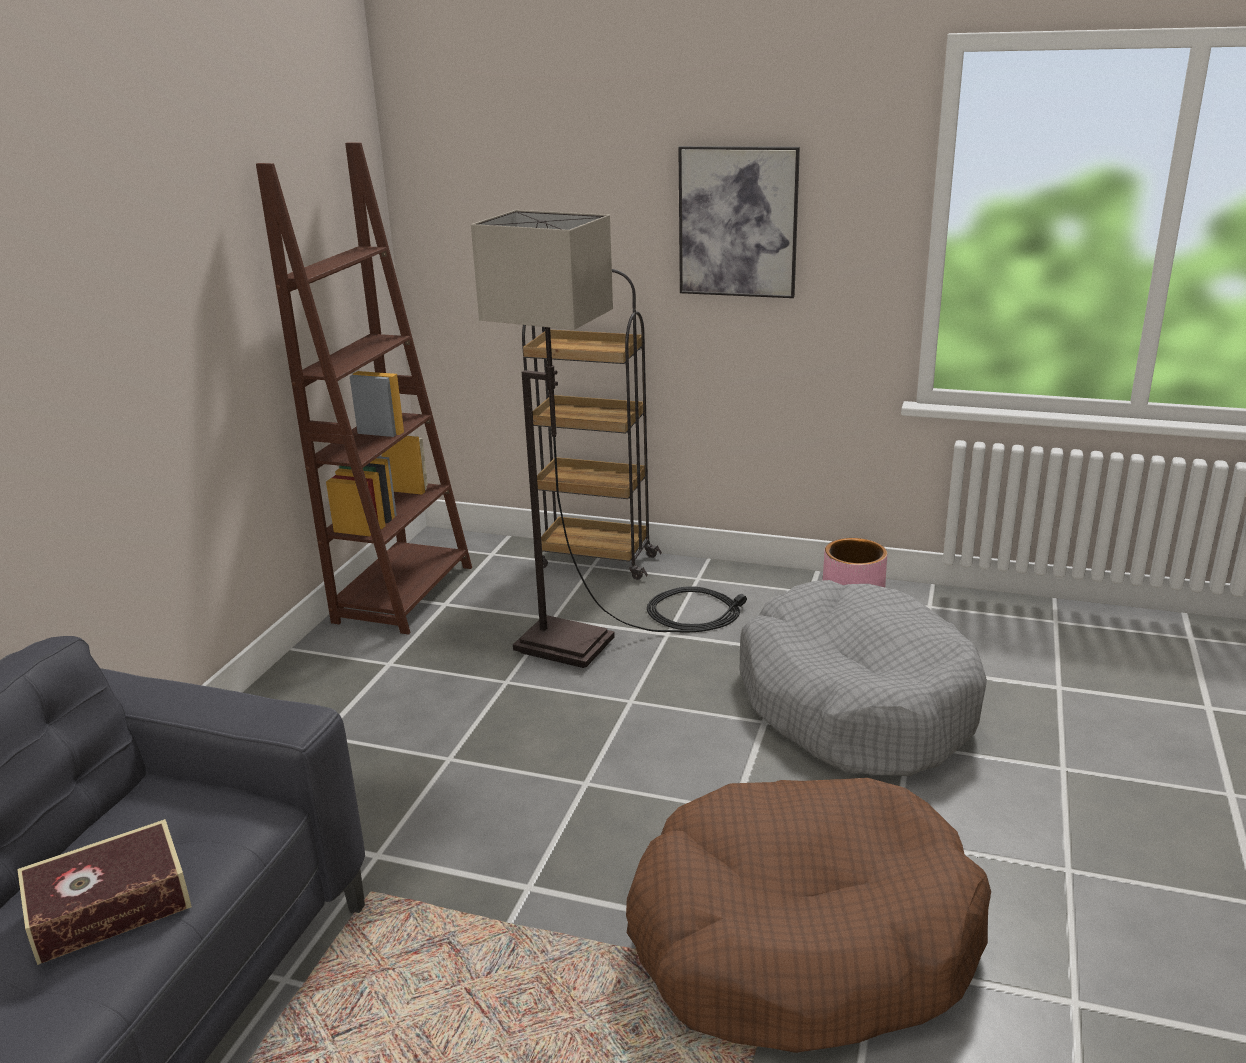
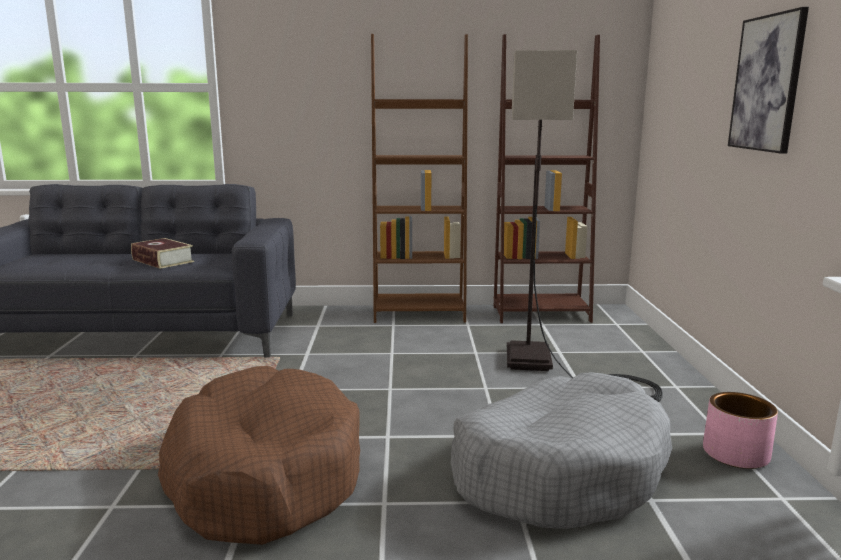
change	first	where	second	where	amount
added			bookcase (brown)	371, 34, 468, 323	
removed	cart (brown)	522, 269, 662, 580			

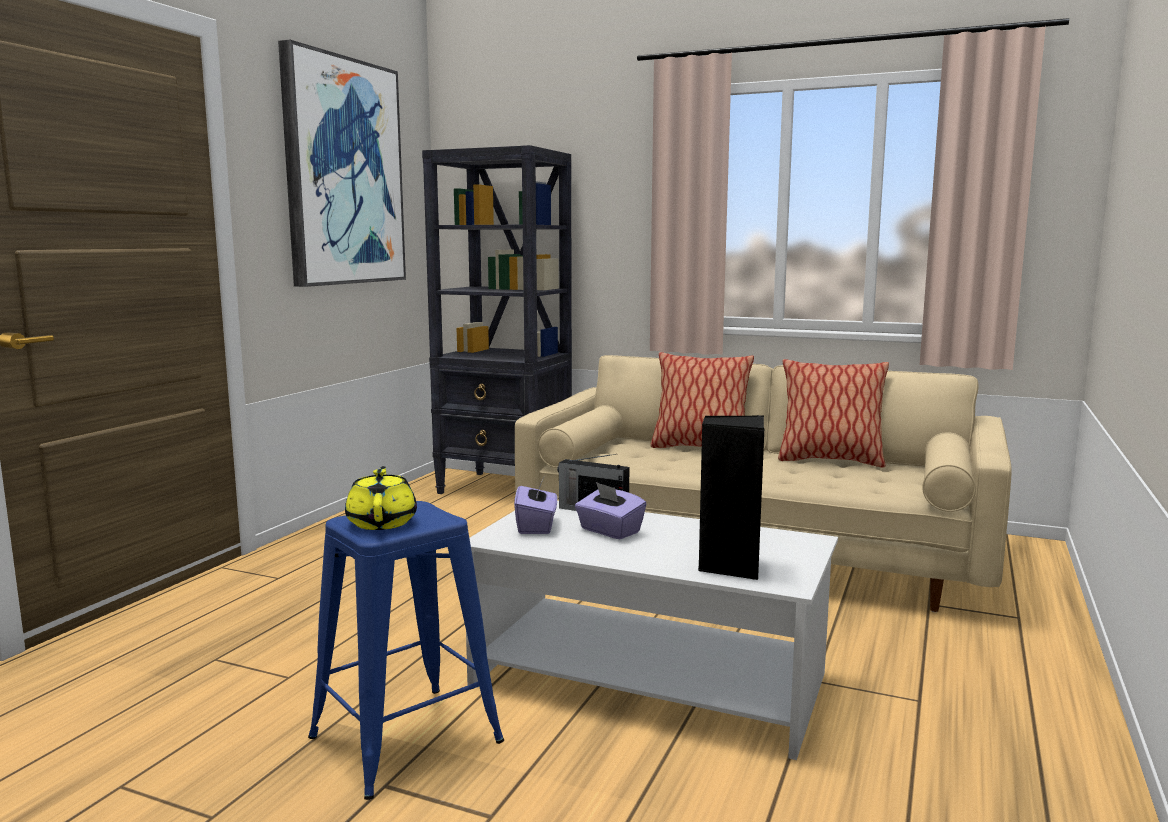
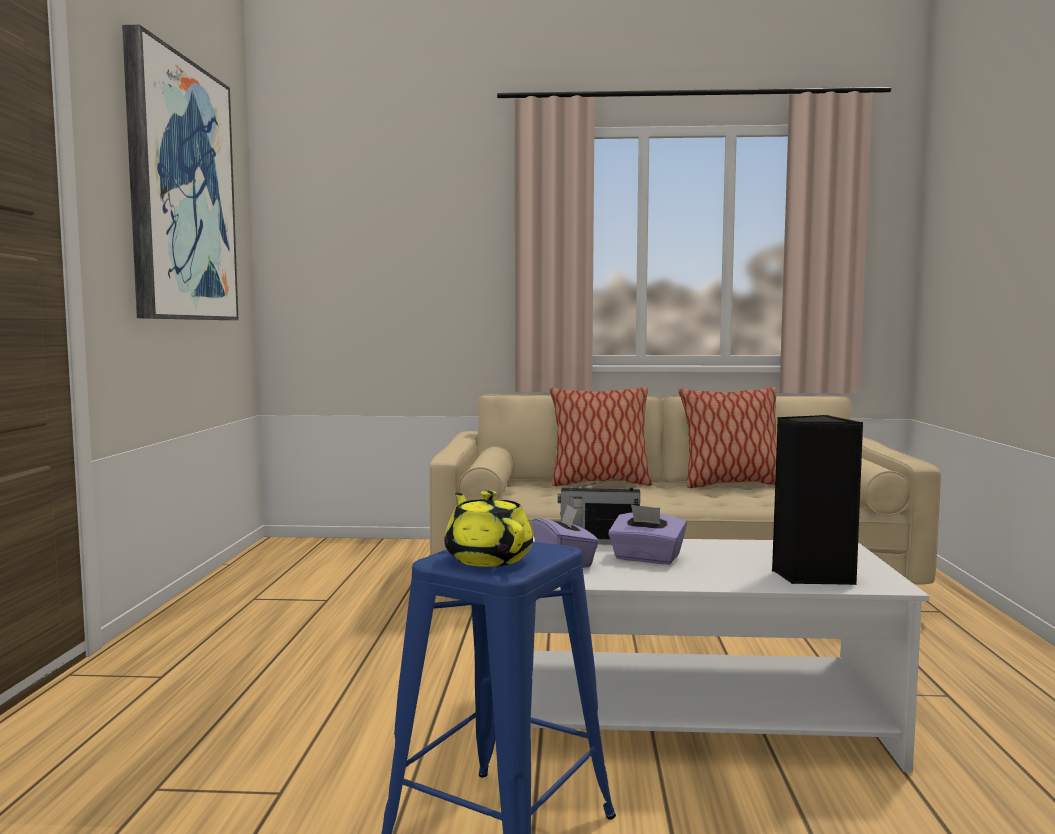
change	first	where	second	where	amount
removed	bookcase (black)	422, 145, 572, 494			

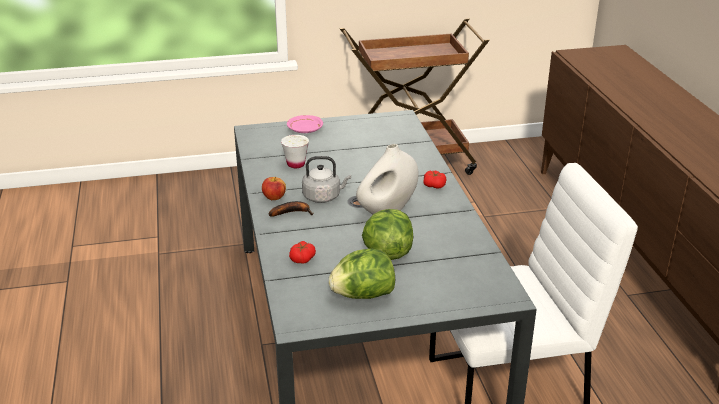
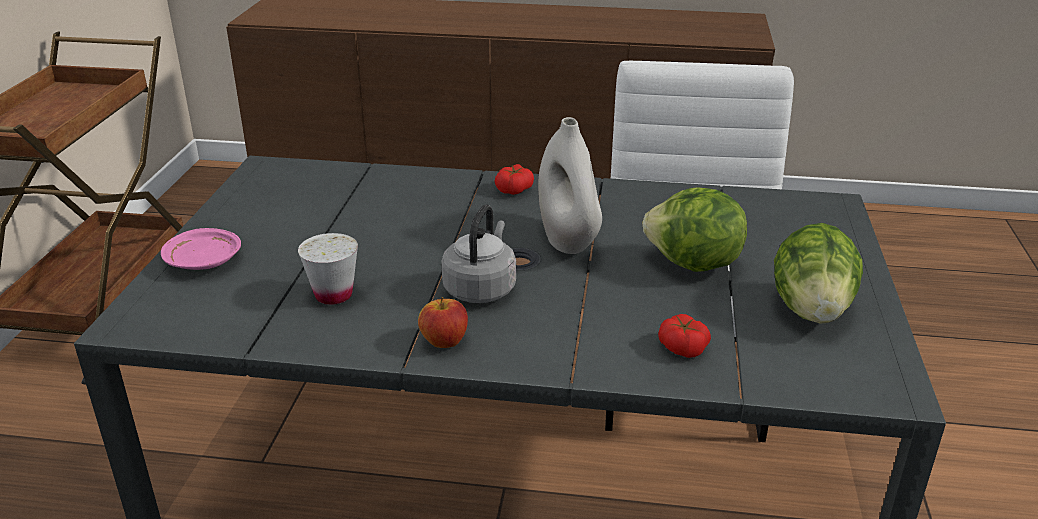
change	first	where	second	where	amount
removed	banana	268, 201, 313, 217			

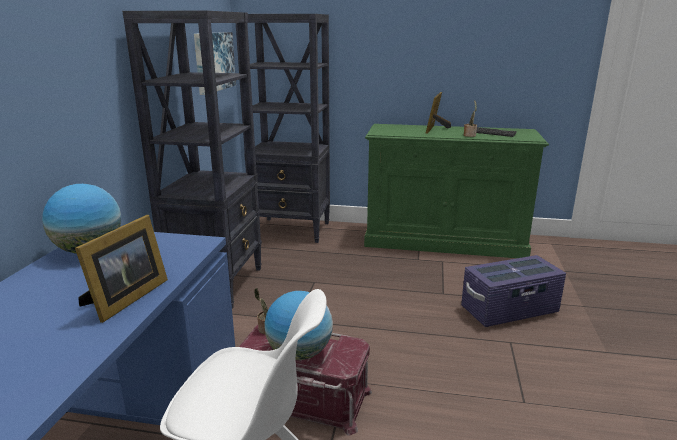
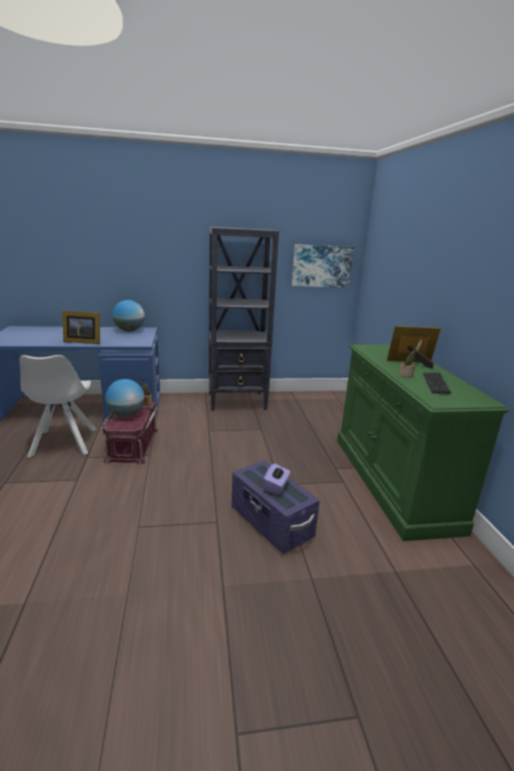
change	first	where	second	where	amount
added			tissue box (purple)	263, 463, 291, 495	
removed	bookcase (black)	236, 14, 330, 243			

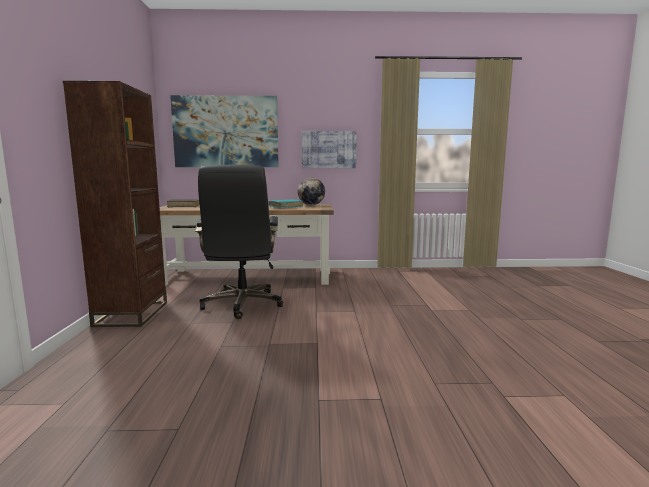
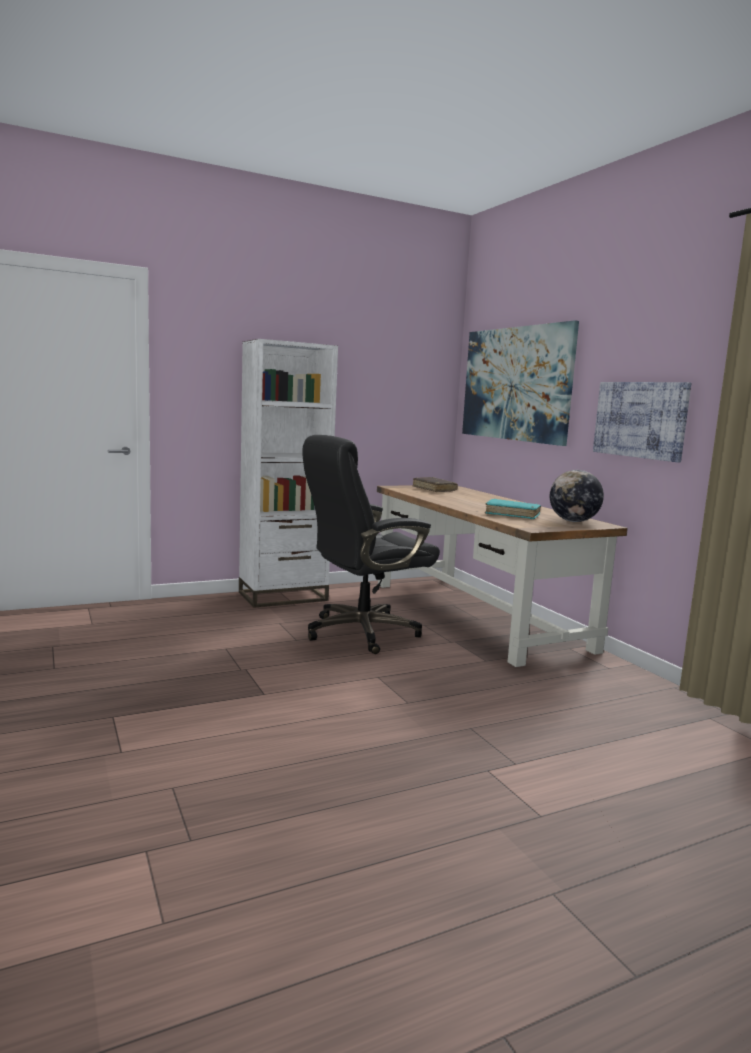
change	first	where	second	where	amount
recoloured	bookcase (brown)	63, 81, 167, 327	bookcase (white)	239, 339, 338, 608	

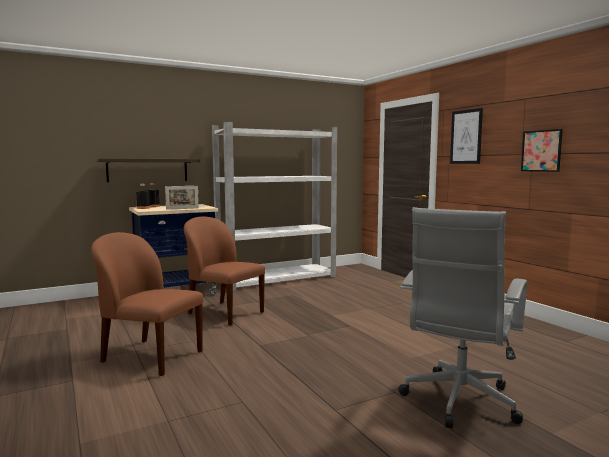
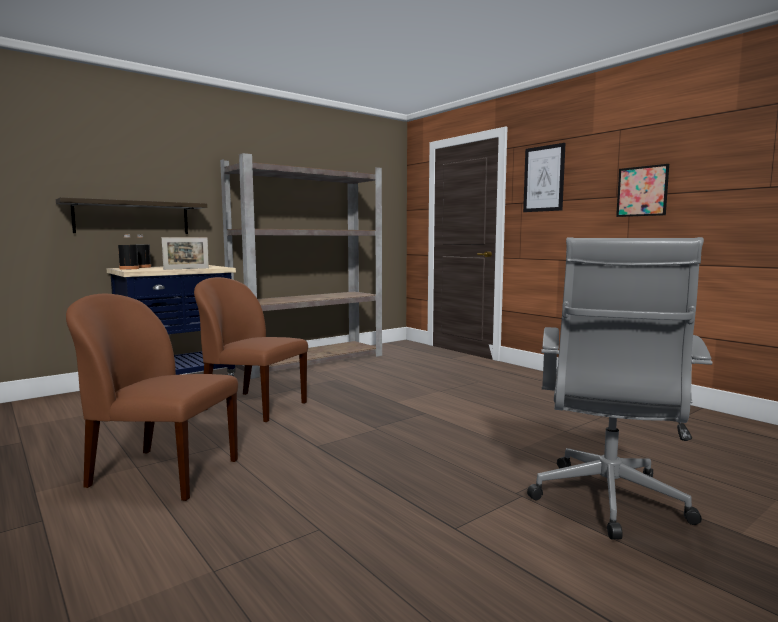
change	first	where	second	where	amount
recoloured	bookcase (white)	212, 122, 337, 291	bookcase (brown)	220, 153, 382, 379	

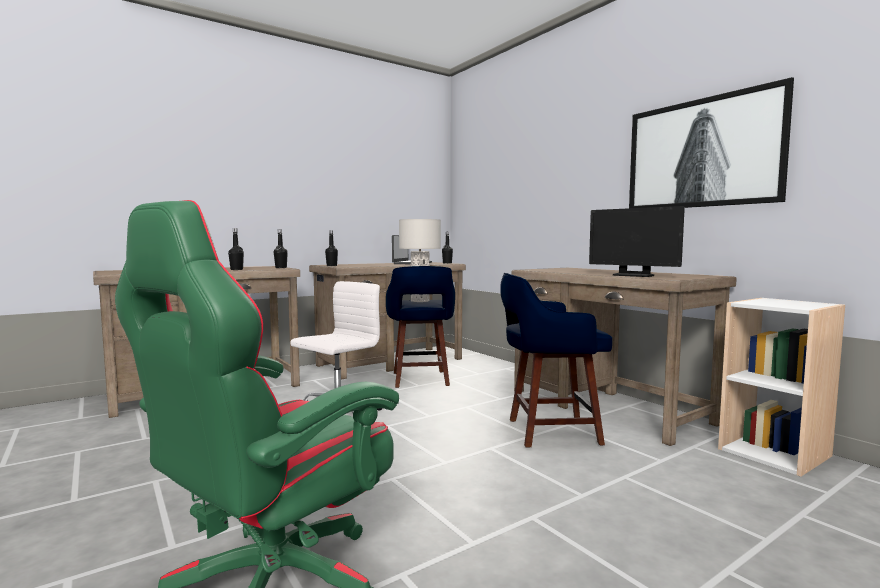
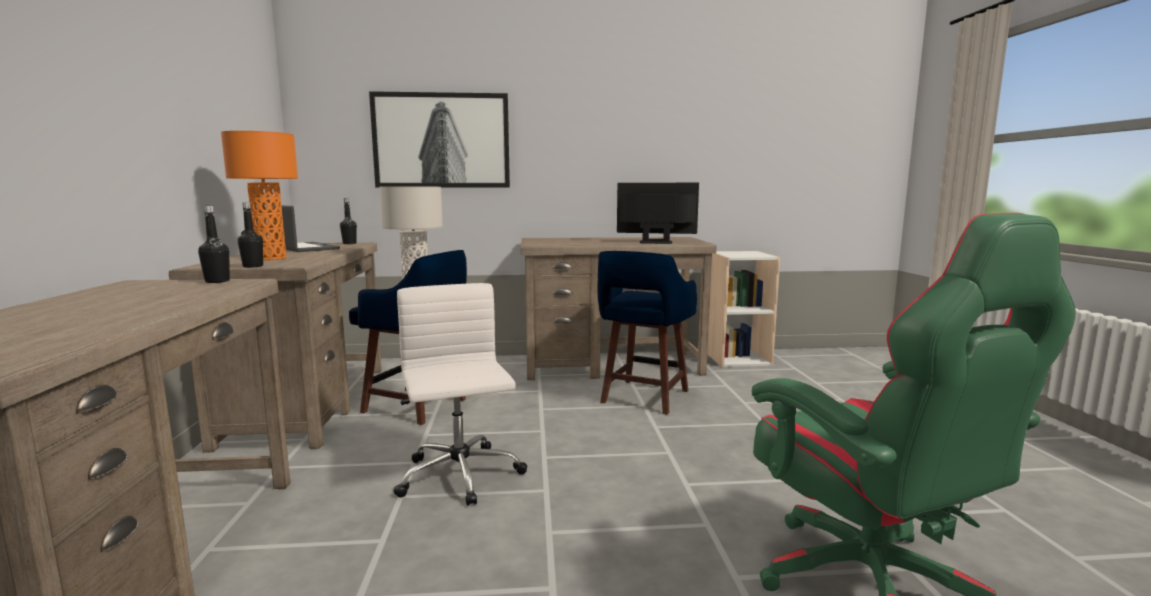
change	first	where	second	where	amount
added			table lamp (orange)	221, 131, 298, 260	
moved	picture	629, 77, 794, 208		369, 91, 510, 187	
turned	monitor	589, 206, 685, 277		617, 183, 699, 244	150 degrees counterclockwise
removed	bottle (black)	228, 228, 244, 270			

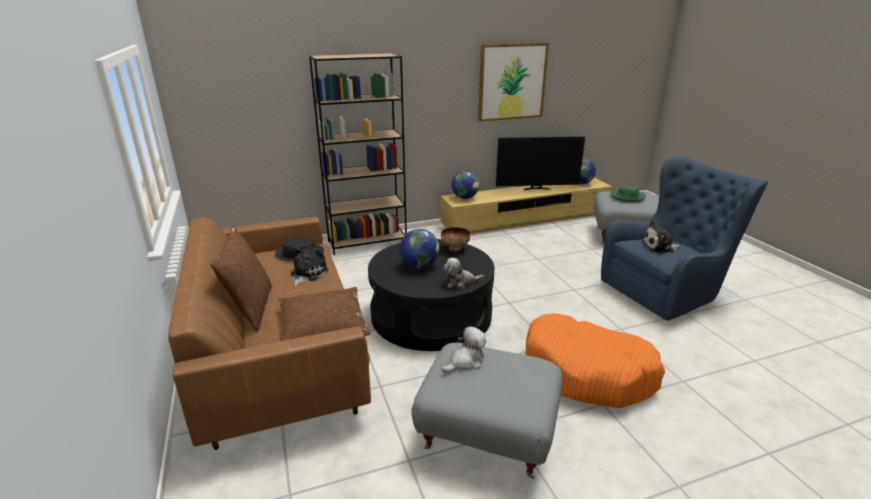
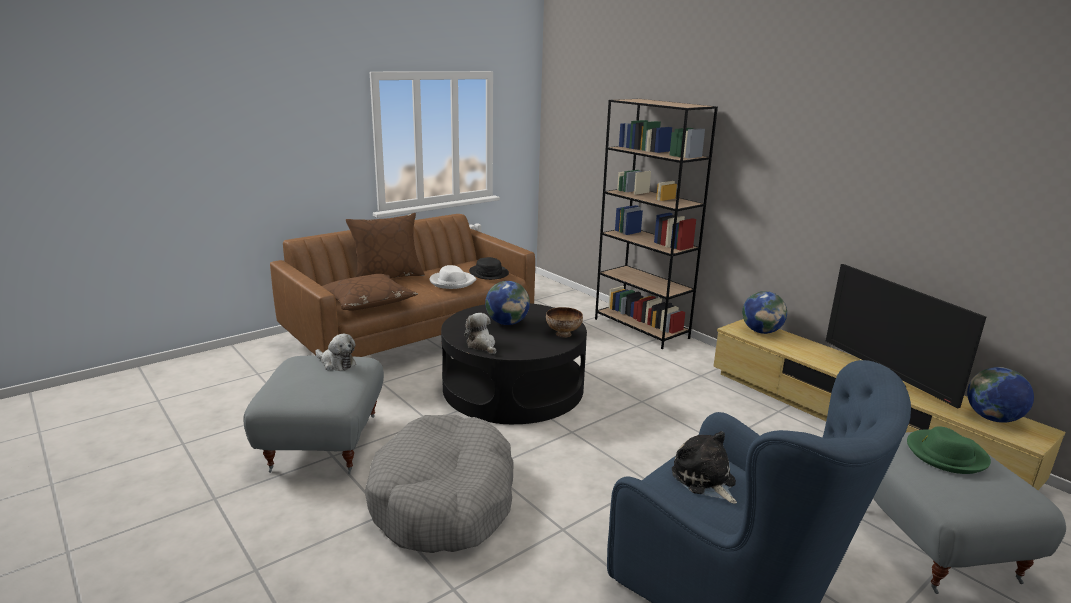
change	first	where	second	where	amount
recoloured	dog bed (orange)	525, 313, 665, 408	dog bed (grey)	365, 415, 514, 553	
replaced	plush toy	290, 247, 329, 286	hat (white)	429, 265, 476, 289	
removed	picture	478, 43, 549, 122			

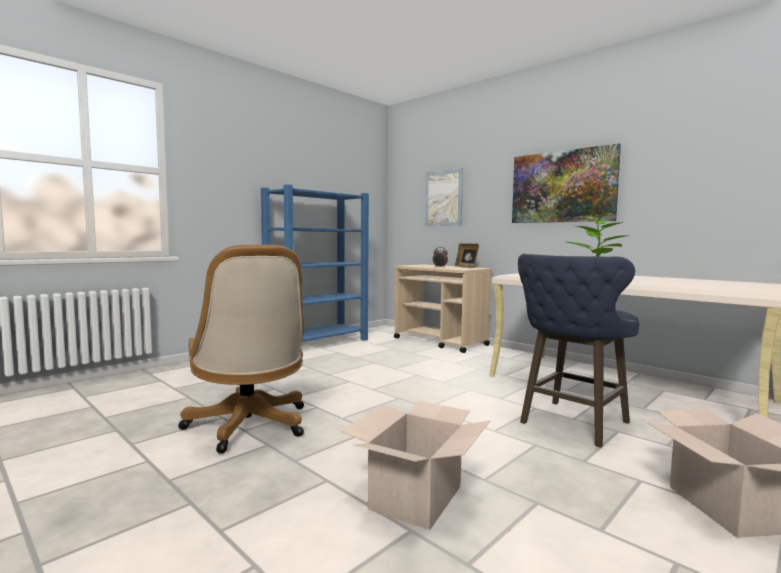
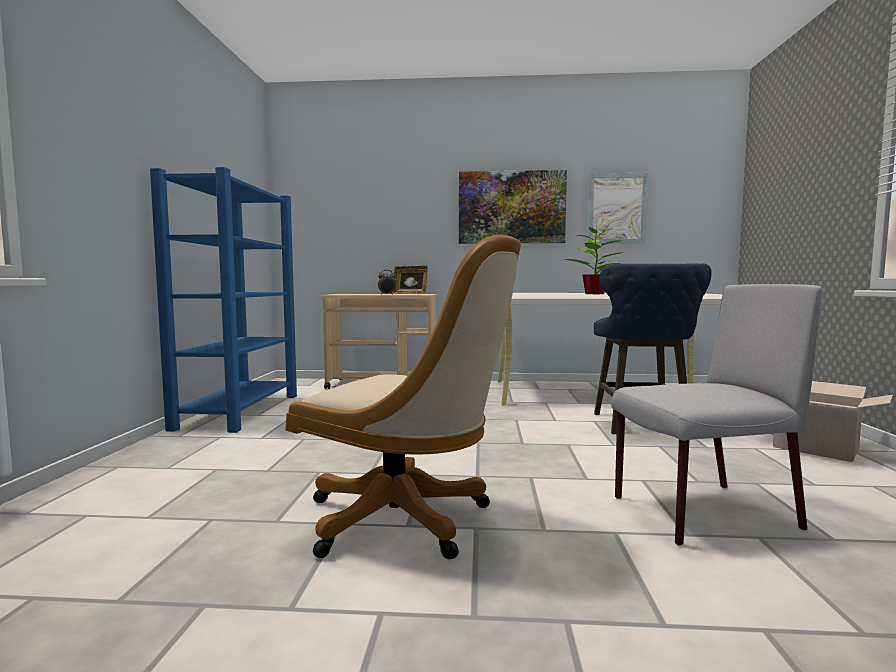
change	first	where	second	where	amount
moved	picture	425, 168, 463, 226		587, 173, 648, 244	
replaced	cardboard box	341, 401, 490, 530	chair (grey)	611, 284, 822, 546	

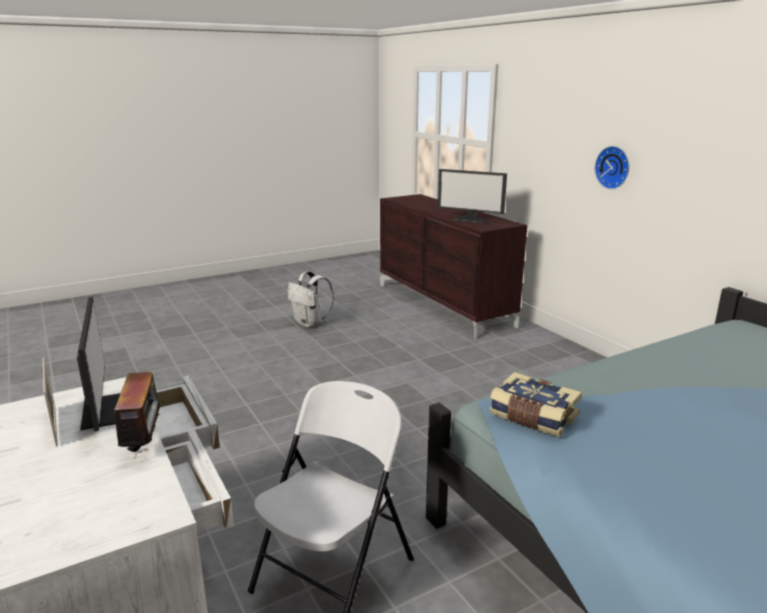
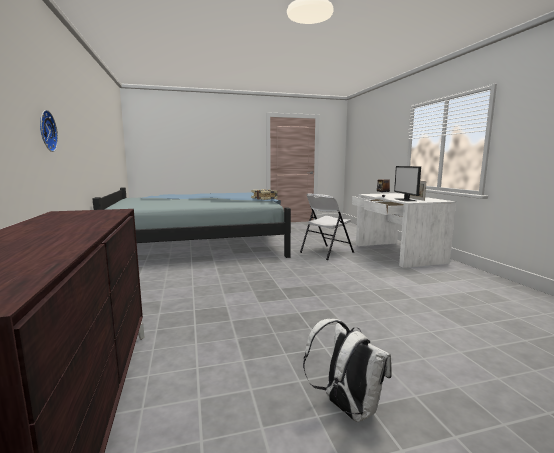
change	first	where	second	where	amount
removed	monitor	438, 169, 507, 223			

